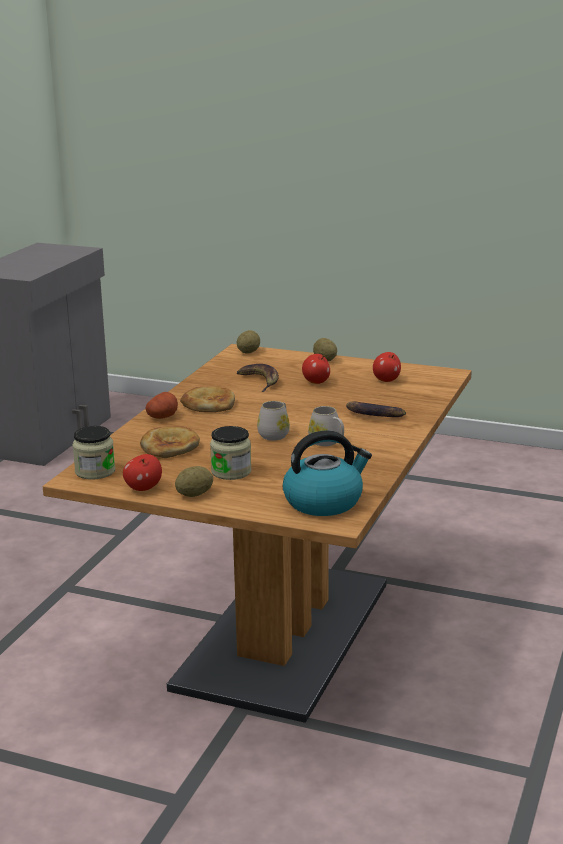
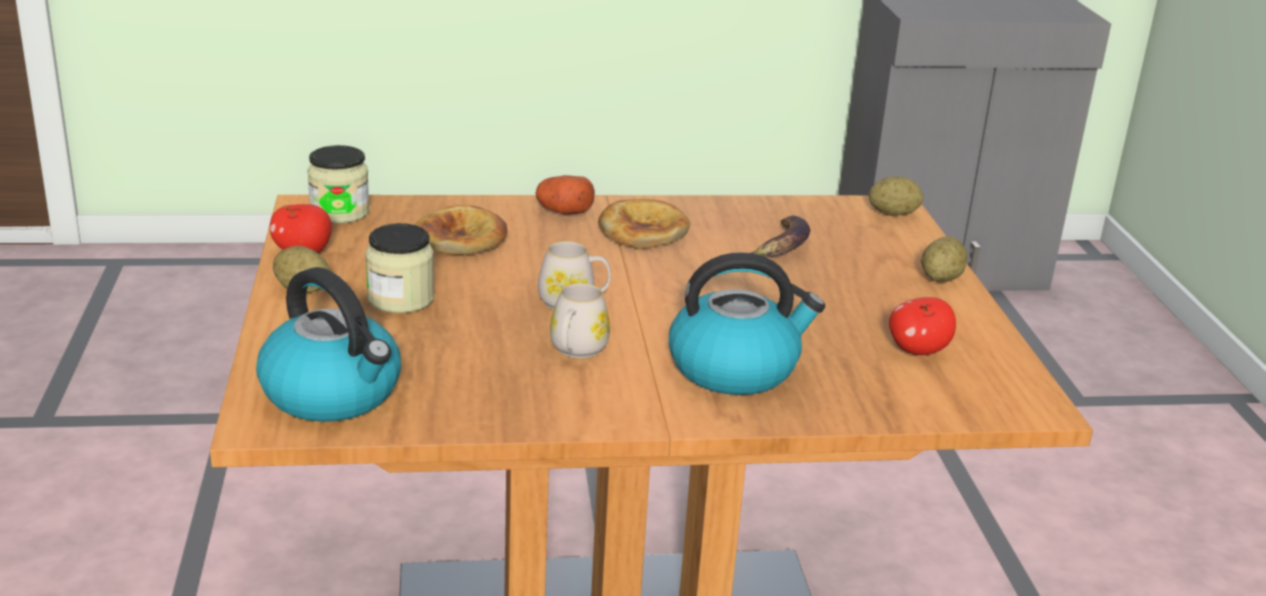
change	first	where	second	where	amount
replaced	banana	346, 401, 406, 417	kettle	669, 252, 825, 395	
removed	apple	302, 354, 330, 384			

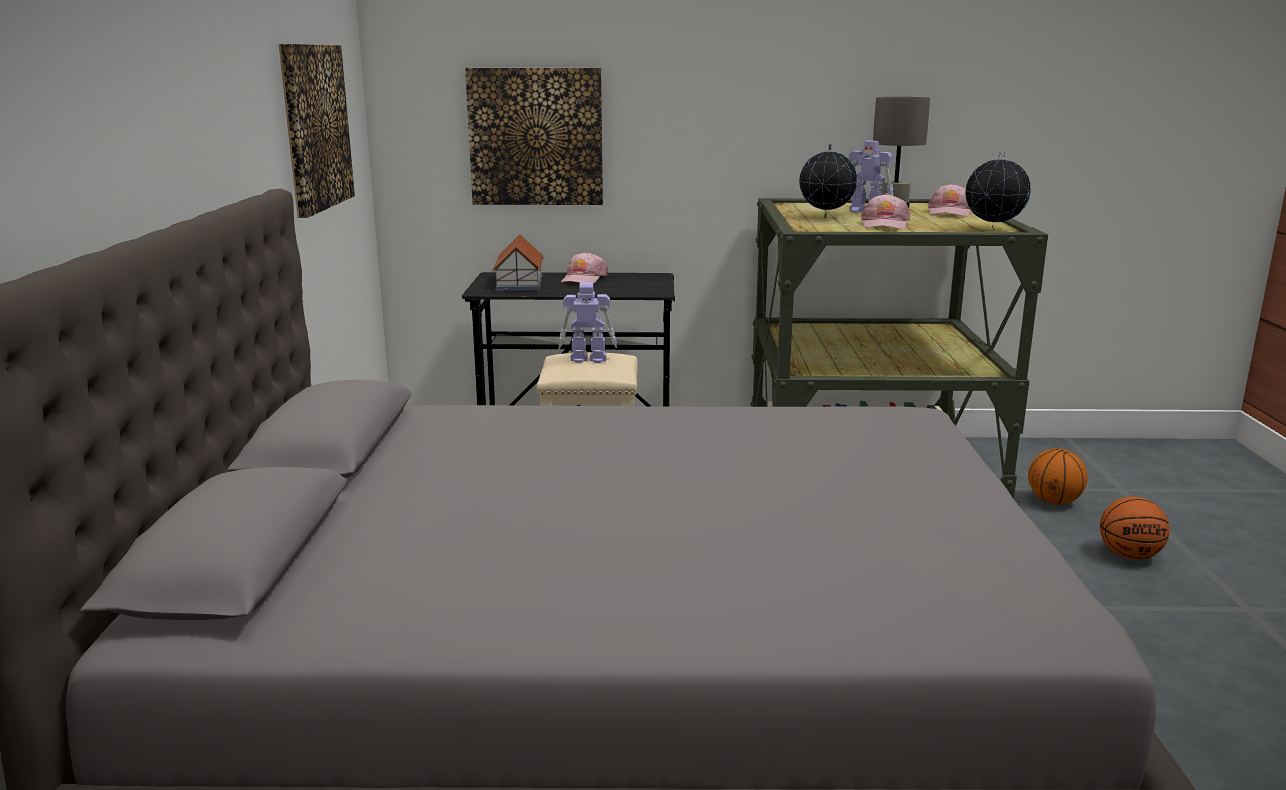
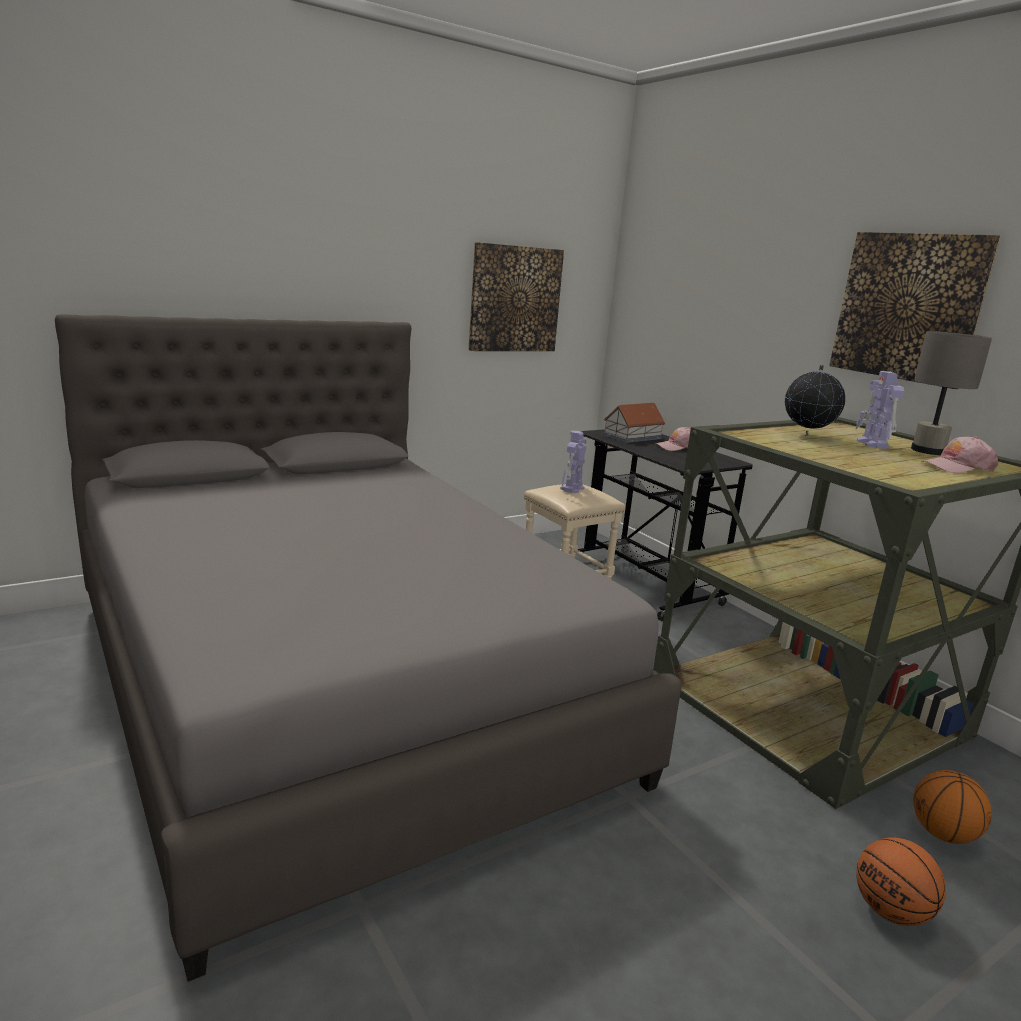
change	first	where	second	where	amount
turned	toy robot	558, 282, 617, 363		561, 431, 586, 493	120 degrees counterclockwise
moved	picture	465, 68, 603, 205		829, 232, 1000, 389	
removed	cap (pink)	861, 193, 910, 229			
removed	globe	965, 152, 1031, 231			

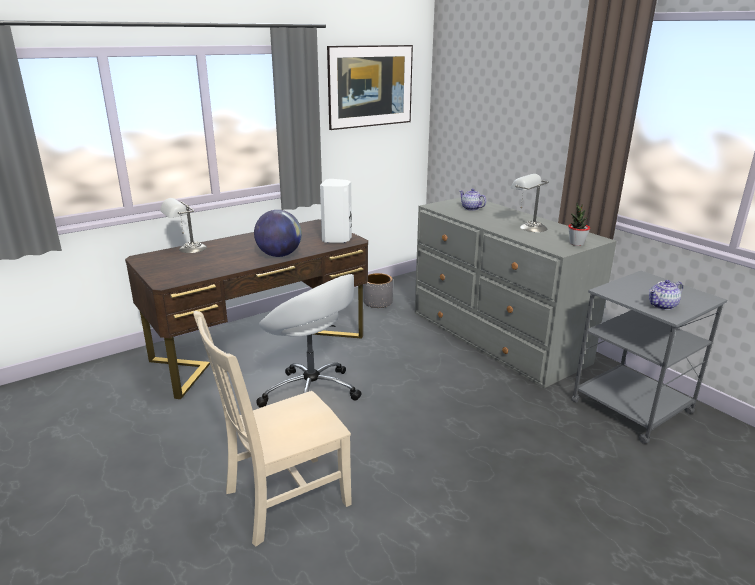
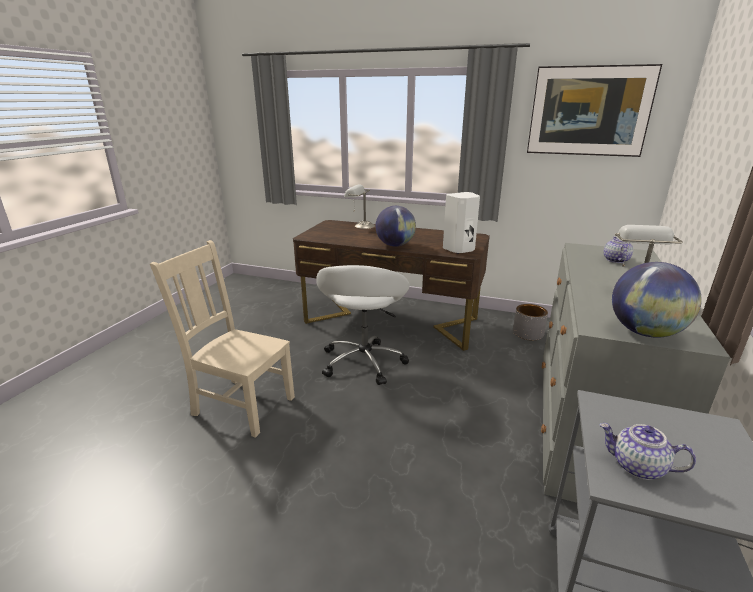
change	first	where	second	where	amount
replaced	potted plant	568, 203, 590, 246	globe	612, 262, 702, 338	

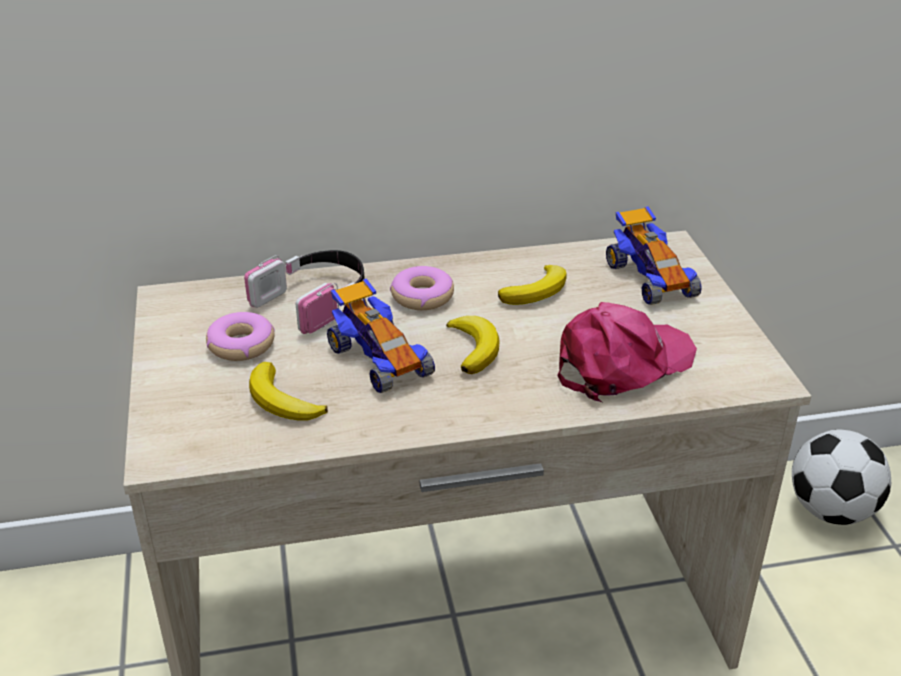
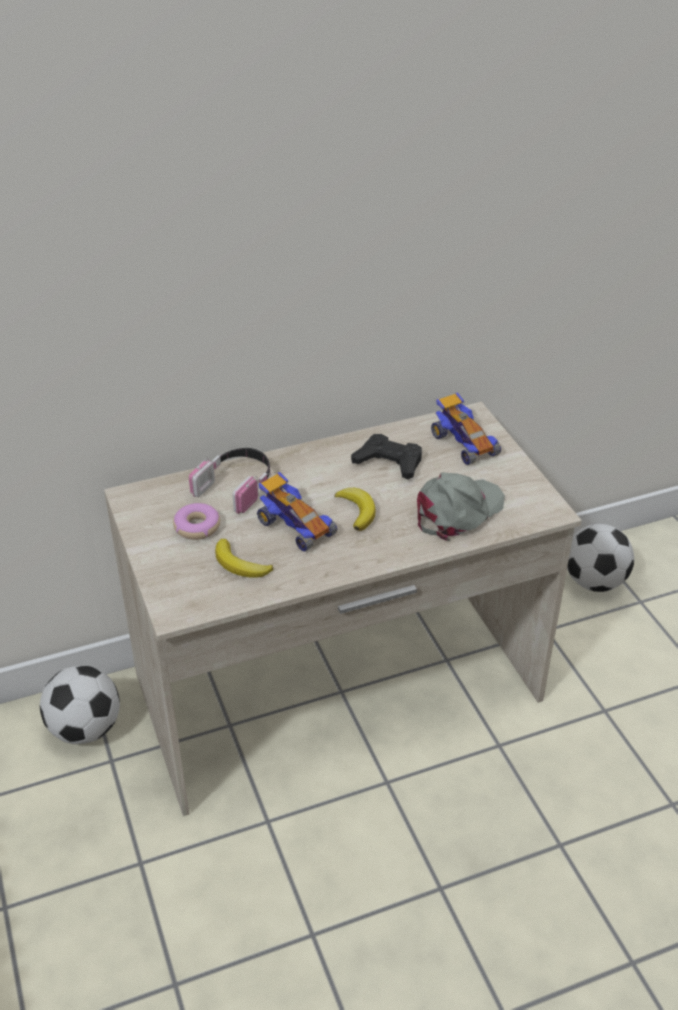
change	first	where	second	where	amount
added			football	40, 665, 120, 744	
replaced	banana	498, 265, 567, 305	game controller (black)	351, 434, 422, 480	
recoloured	cap (pink)	557, 302, 697, 402	cap (grey)	417, 473, 505, 541	
removed	donut	390, 266, 454, 310			

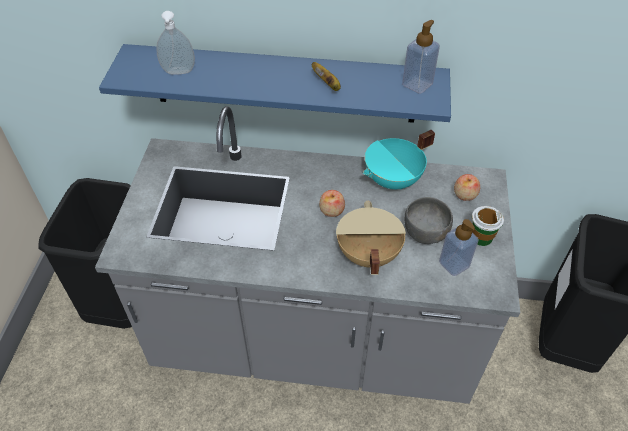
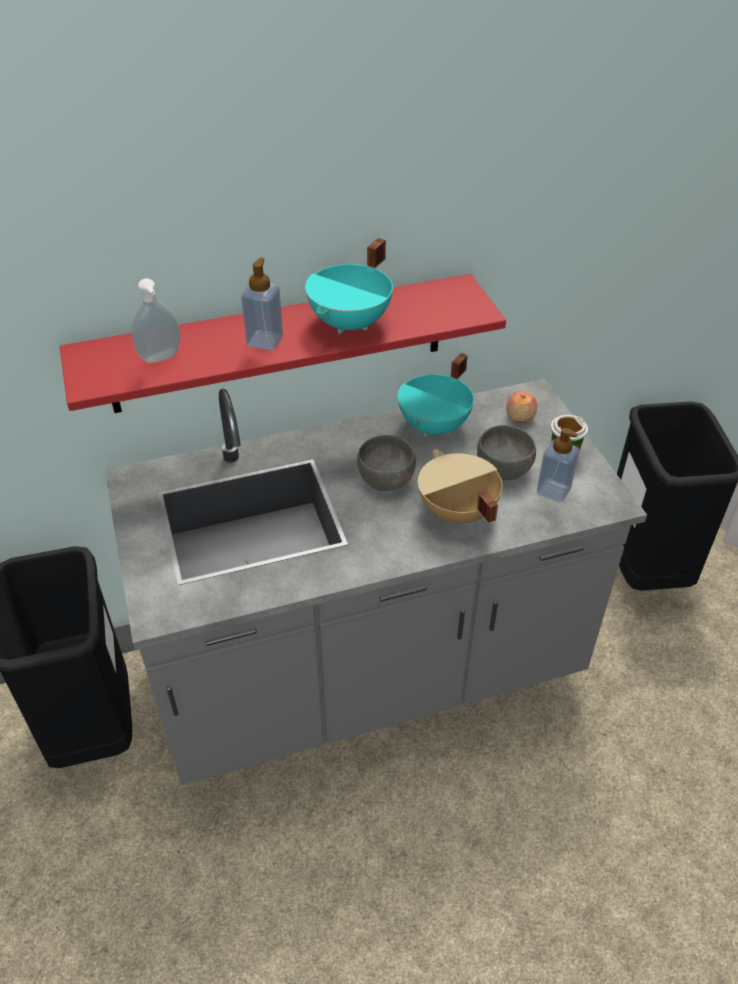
change	first	where	second	where	amount
recoloured	shelf (blue)	99, 44, 451, 123	shelf (red)	60, 274, 506, 413	
moved	soap dispenser	402, 20, 440, 94		241, 258, 283, 350	
replaced	banana	312, 62, 341, 91	cooking pot (turquoise)	305, 238, 393, 334	
replaced	apple	319, 190, 345, 217	bowl (grey)	357, 435, 416, 491	

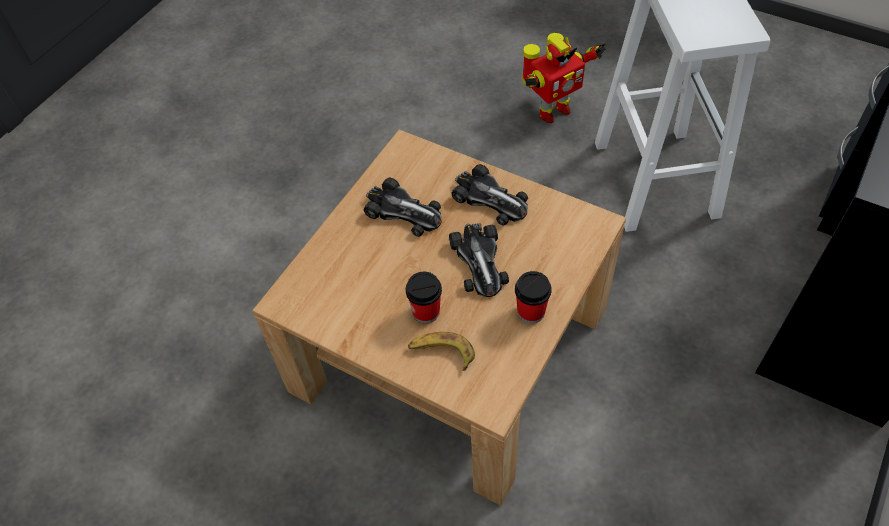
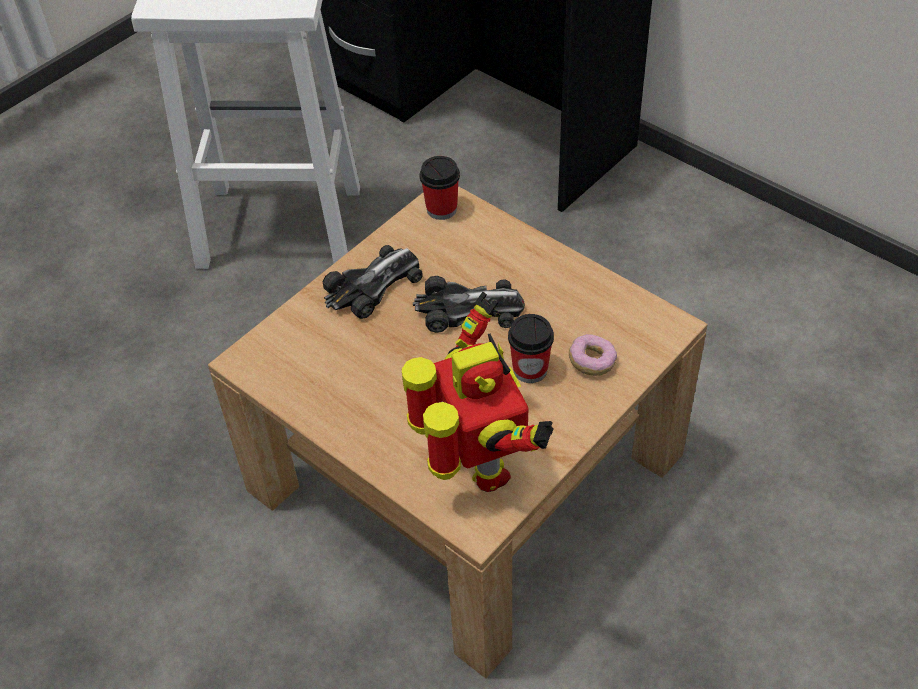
change	first	where	second	where	amount
moved	toy robot	522, 33, 606, 123		402, 292, 554, 492	
moved	cup	515, 271, 552, 324		420, 156, 460, 220	
replaced	banana	408, 332, 475, 371	donut	569, 334, 617, 376	
removed	toy car	364, 178, 442, 237			

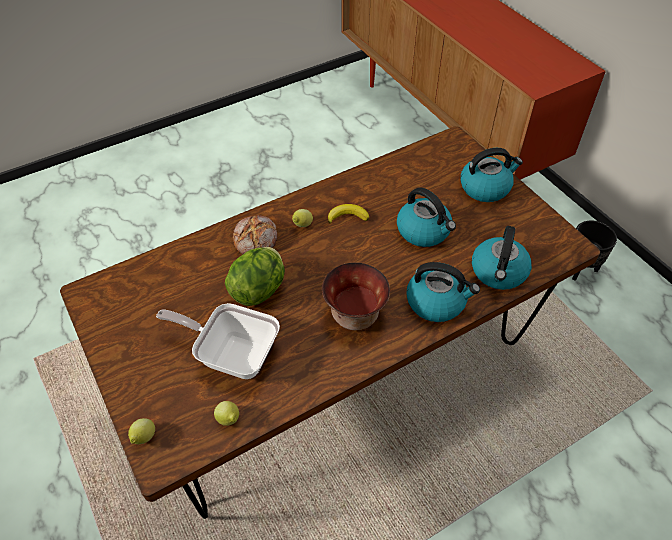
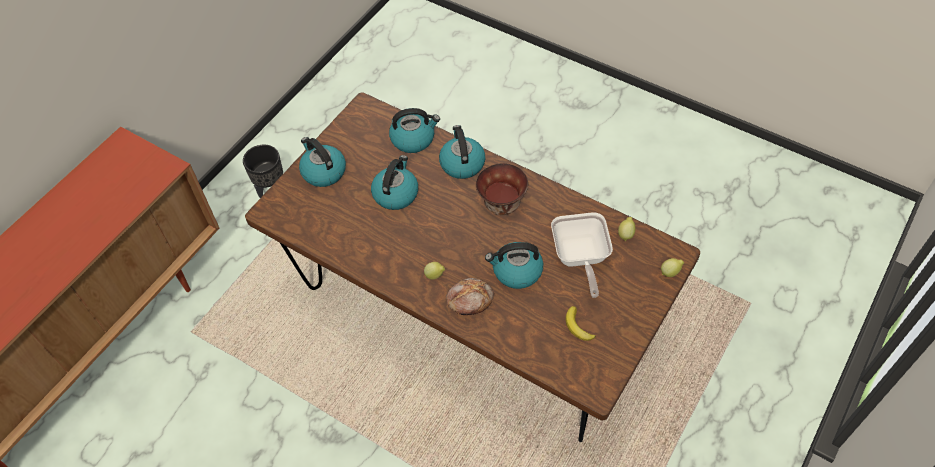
change	first	where	second	where	amount
replaced	lettuce	225, 247, 285, 306	kettle	485, 242, 543, 289	
moved	banana	328, 204, 369, 224		566, 306, 596, 341	

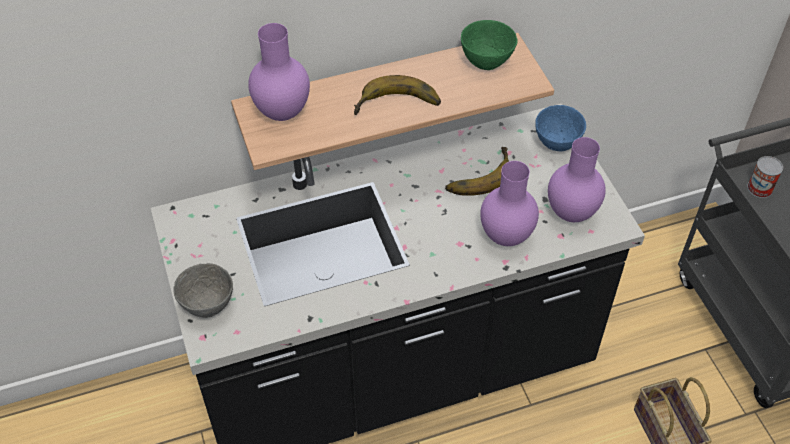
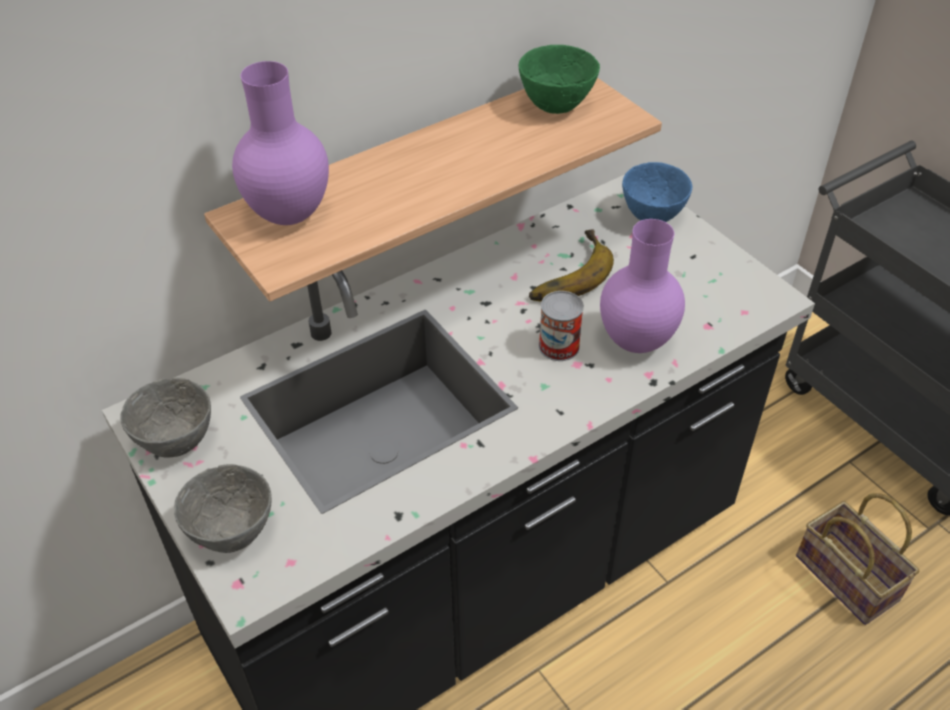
change	first	where	second	where	amount
added			bowl (grey)	120, 377, 211, 458	
moved	can	747, 156, 783, 198		539, 291, 584, 361	
removed	banana	354, 75, 441, 115			
removed	vase (purple)	548, 137, 606, 222			

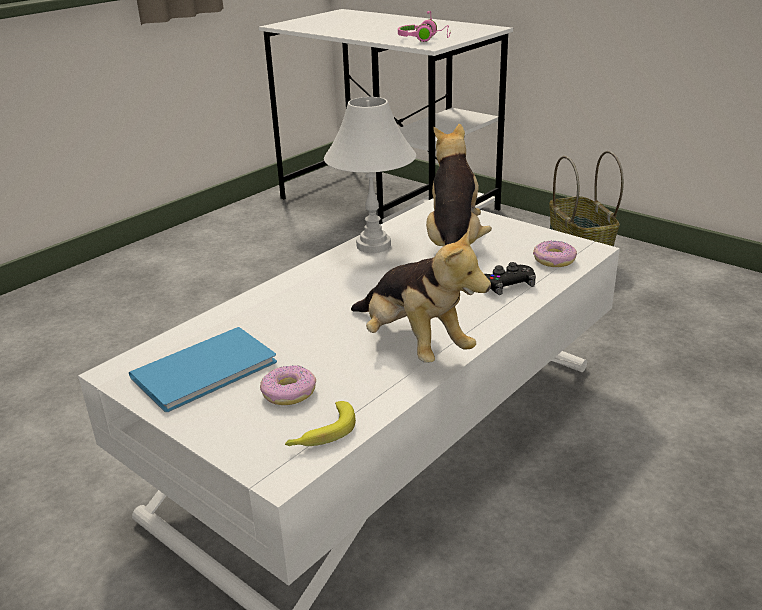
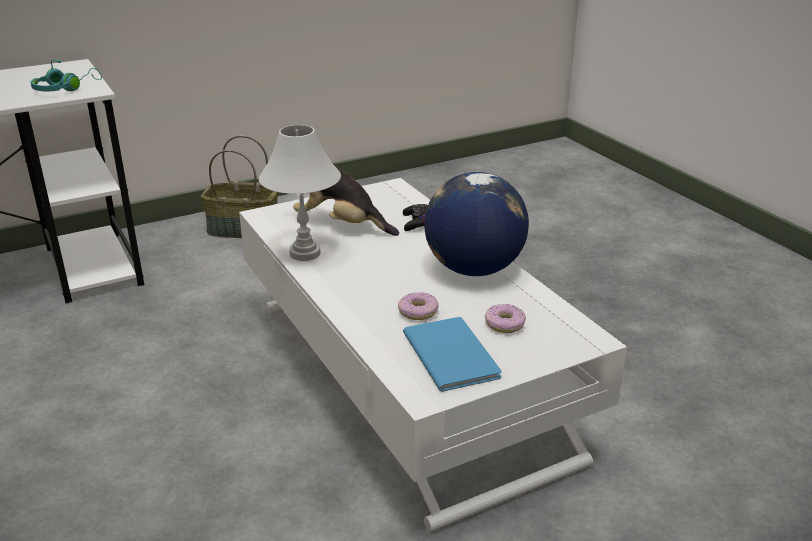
change	first	where	second	where	amount
recoloured	headphones (pink)	398, 11, 451, 42	headphones (turquoise)	30, 60, 102, 92	
moved	donut	533, 241, 577, 267		398, 292, 439, 320	
replaced	plush toy	351, 225, 491, 363	globe	424, 172, 529, 276	
removed	banana	285, 401, 356, 446			

